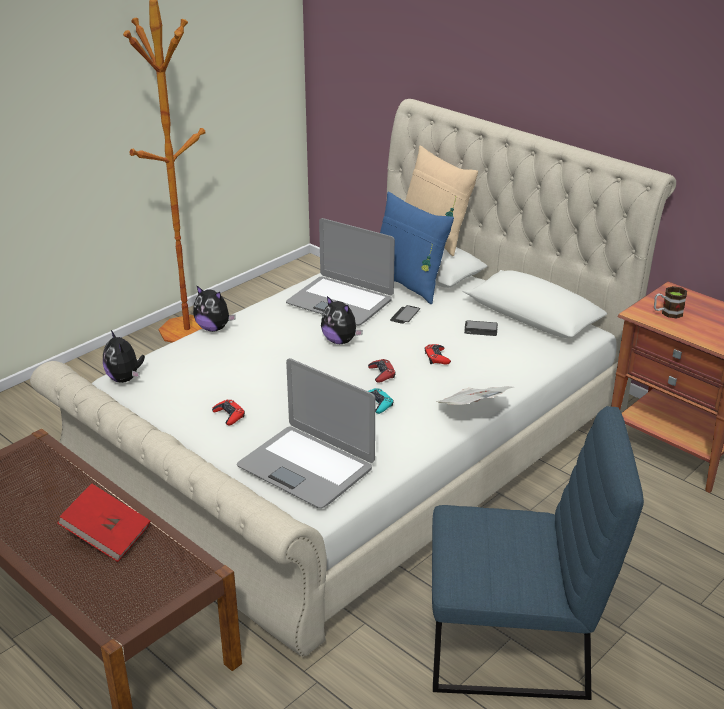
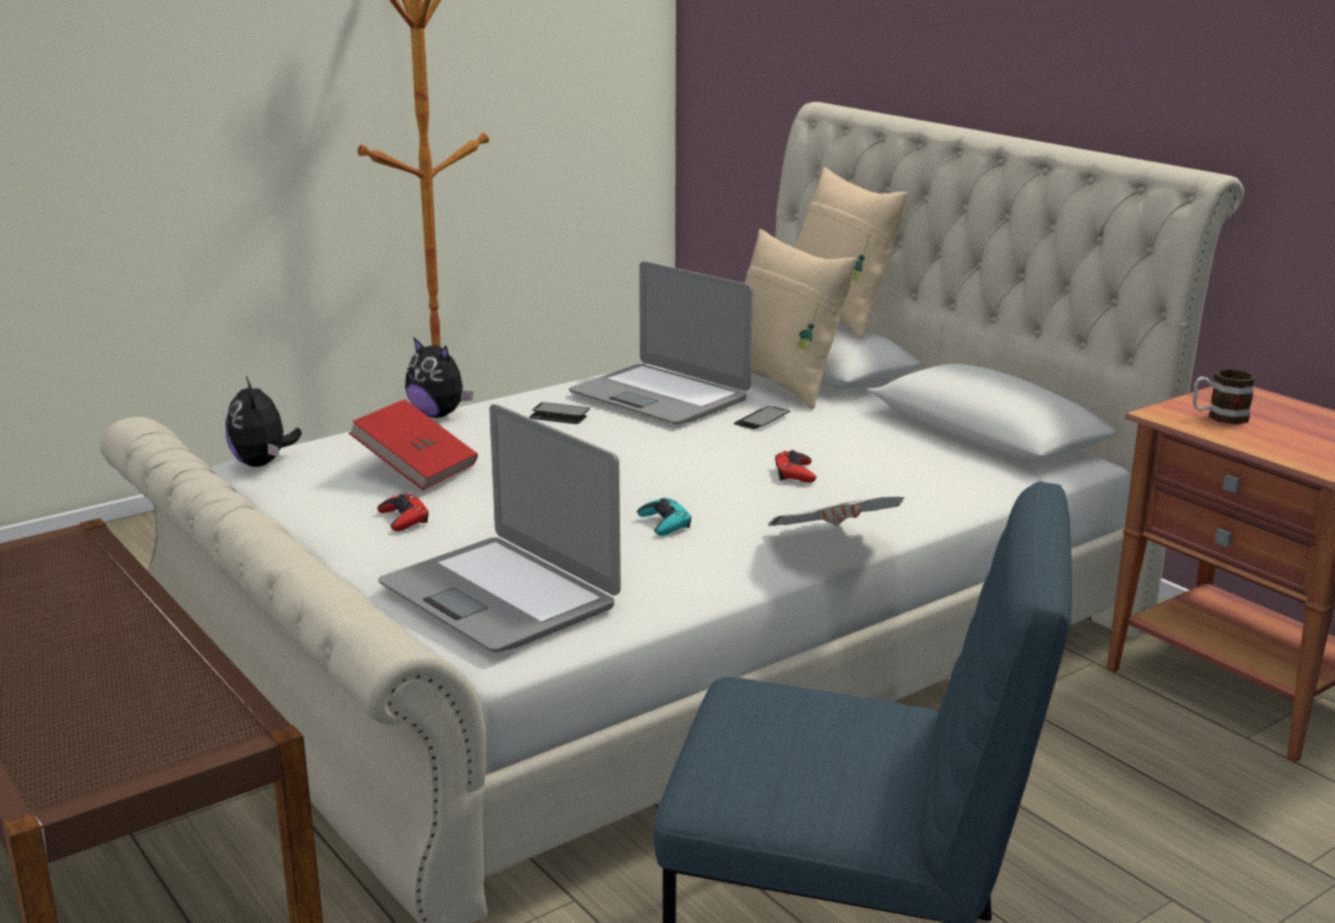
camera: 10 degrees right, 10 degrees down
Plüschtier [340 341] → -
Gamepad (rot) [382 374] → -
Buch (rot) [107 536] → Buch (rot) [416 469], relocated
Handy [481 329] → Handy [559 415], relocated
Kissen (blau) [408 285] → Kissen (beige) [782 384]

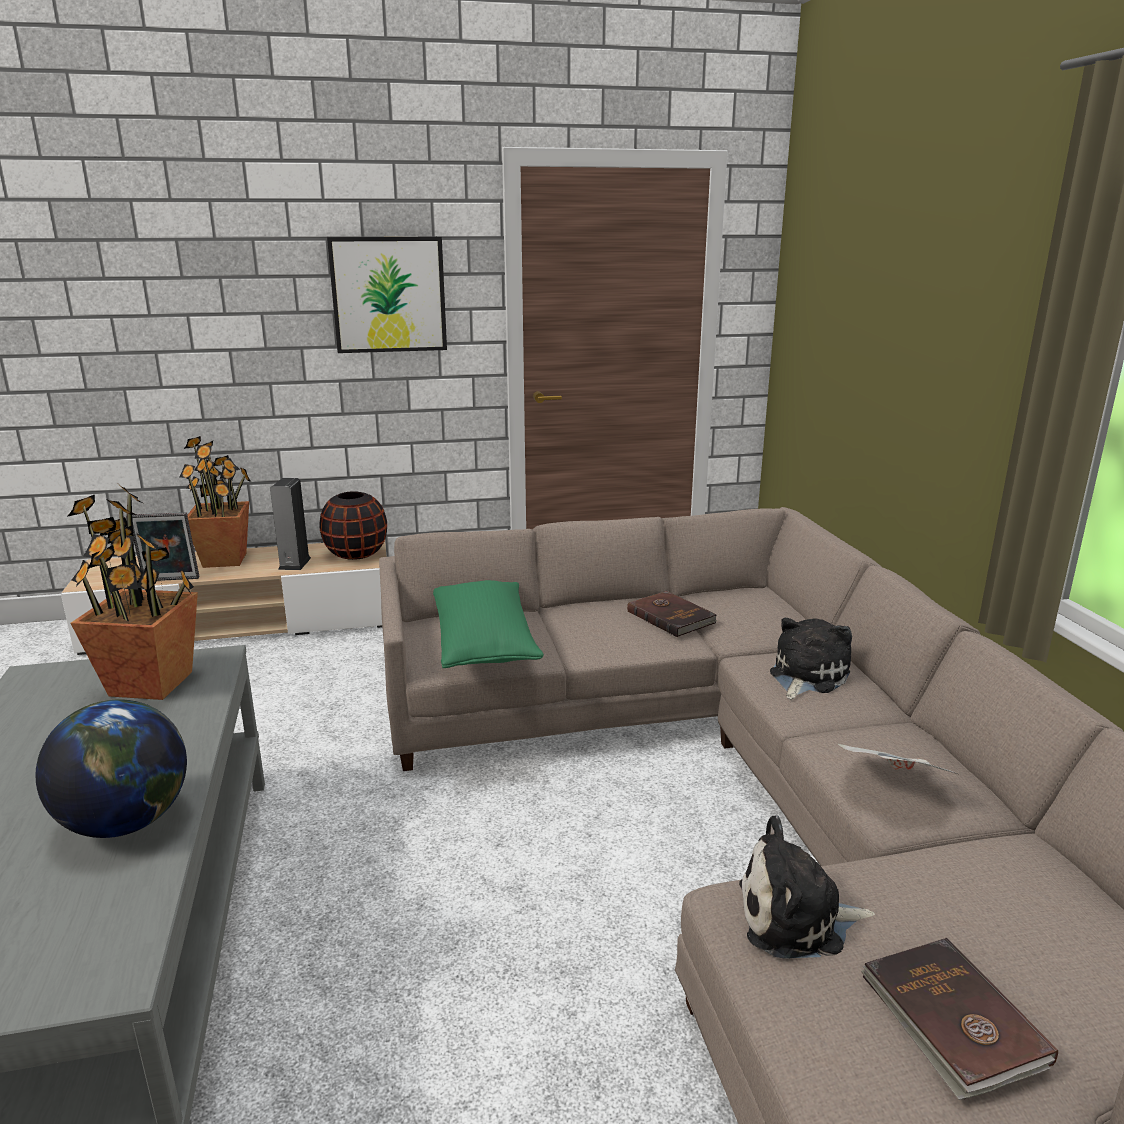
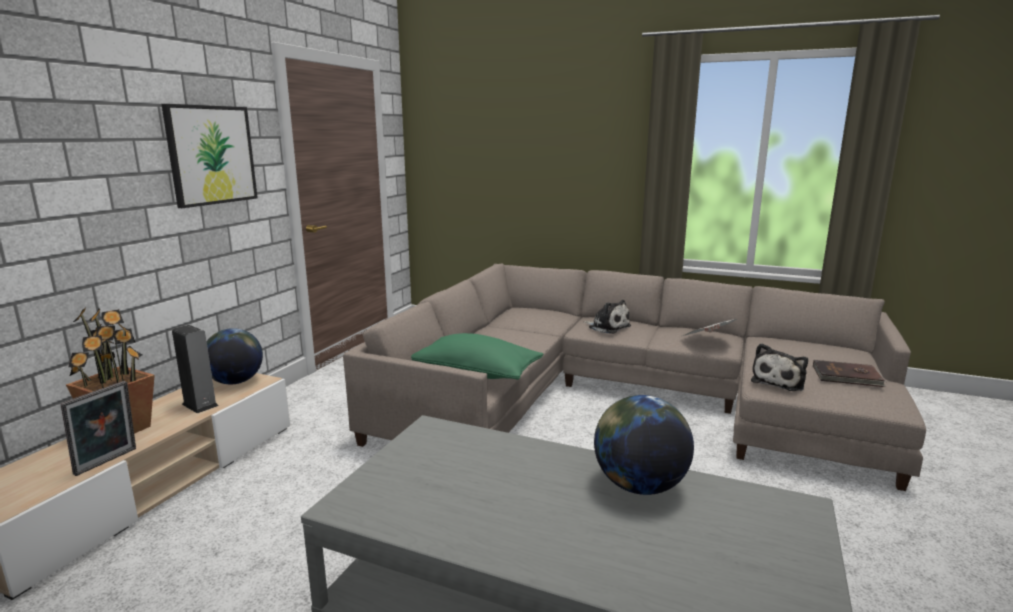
camera: 55 degrees left, 5 degrees down
Topfpflanze [151 684] → -
Buch (braun) [671 616] → -
Vase (schwarz) [356 554] → Globus [235 381]
Plüschtier [806 676] → Plüschtier [607 327], 150 degrees clockwise

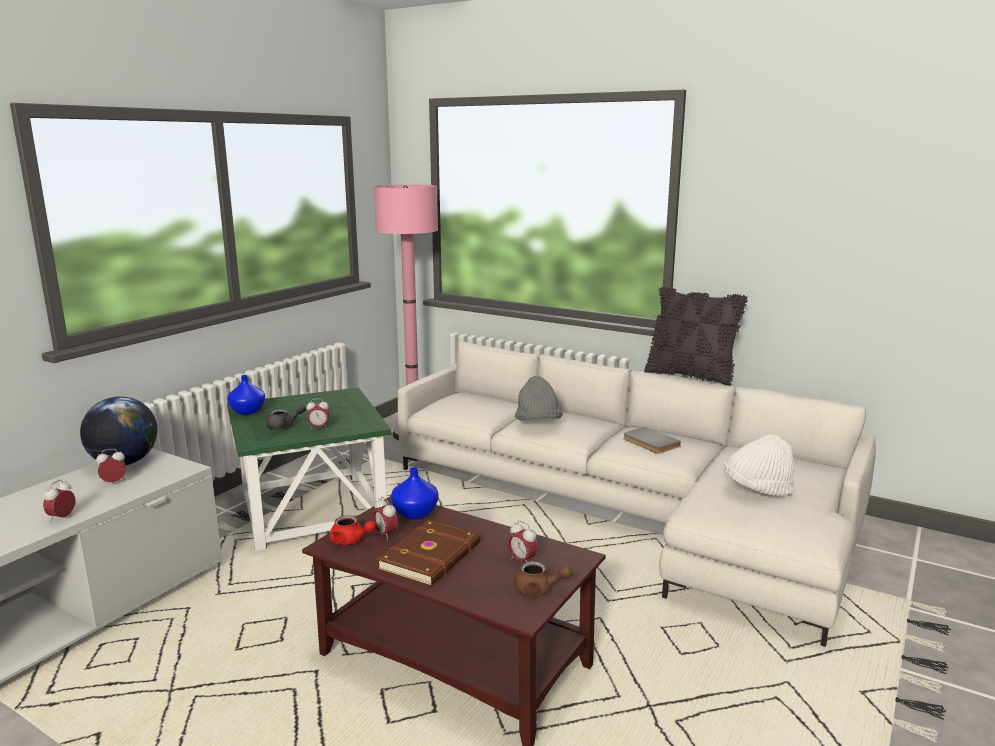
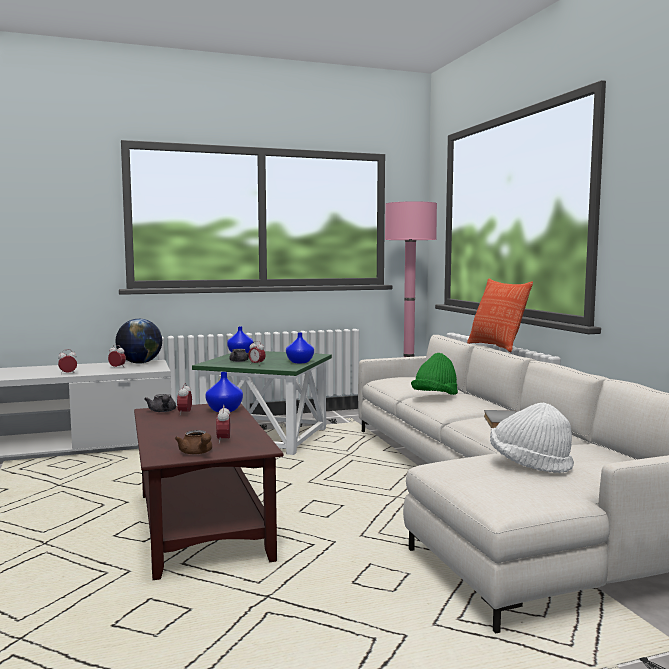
camera: 40 degrees right, 10 degrees down
Buch (braun) [432 556] → -
Kissen (schwarz) [691 376] → -
- → Vase (blau) [300 362]
- → Kissen (orange) [497 347]
Teekanne (rot) [351 541] → Teekanne (grau) [162 411]
Hut (grau) [537 423] → Hut (grün) [435 396]

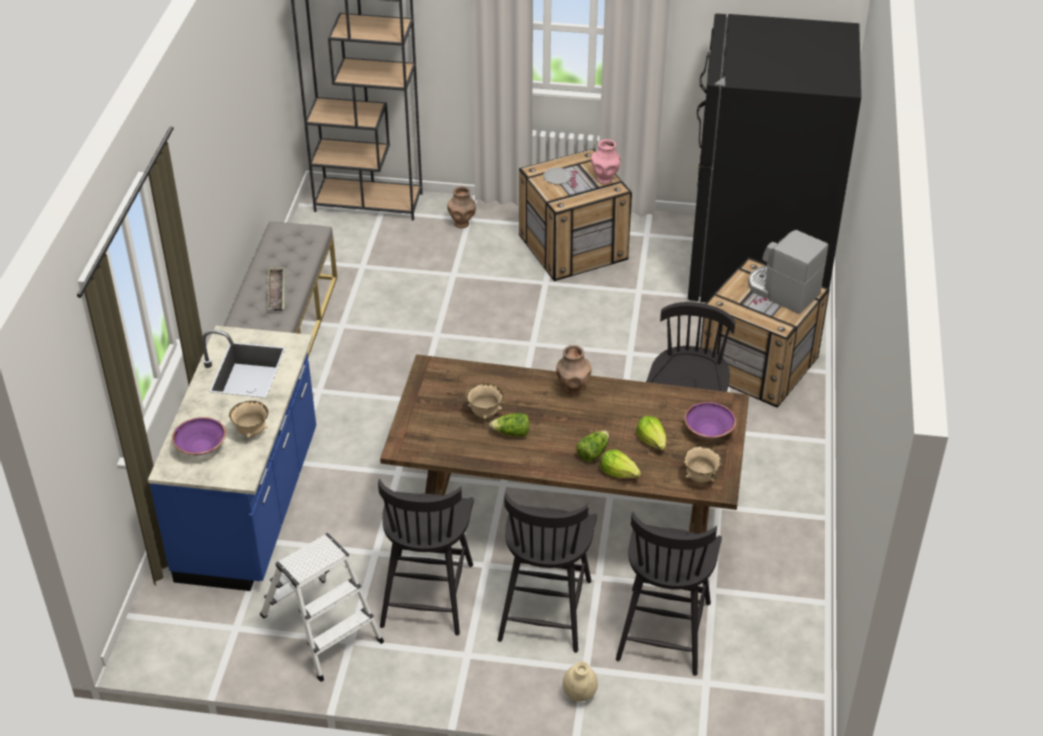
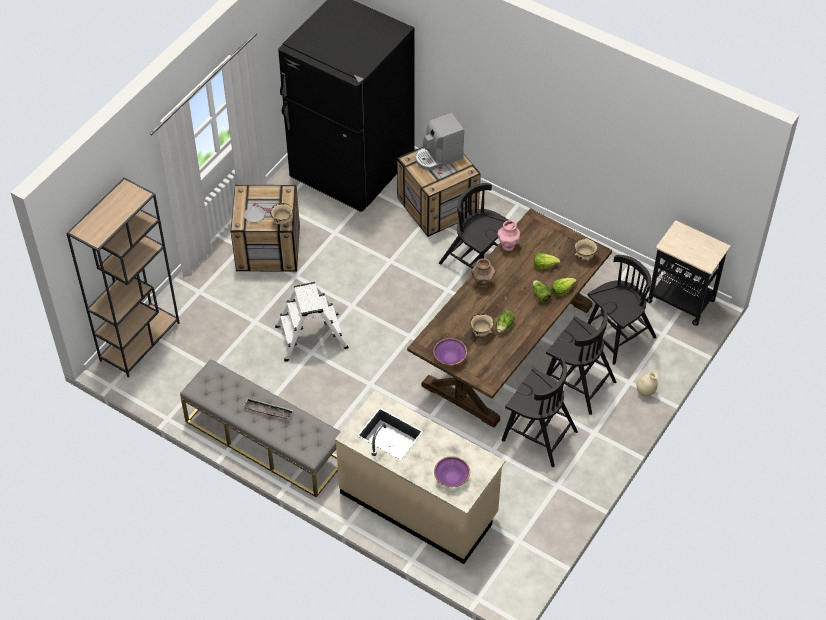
camera: 65 degrees left, 10 degrees up
Vase (braun) [462 223] → -
- → Rollwagen [681 301]
Schüssel (beige) [251 432] → Schüssel (beige) [282 221], relocated
Trittleiter (weiß) [321 628] → Trittleiter (weiß) [311 337], relocated
Vase (rosa) [605 179] → Vase (rosa) [508 246], relocated
Schüssel (lila) [708 430] → Schüssel (lila) [450 357], relocated
Küchenzeile (blau) [251 507] → Küchenzeile (beige) [419 504]
Stuhl (schwarz) [664 628] → Stuhl (schwarz) [618 336], 75 degrees counterclockwise

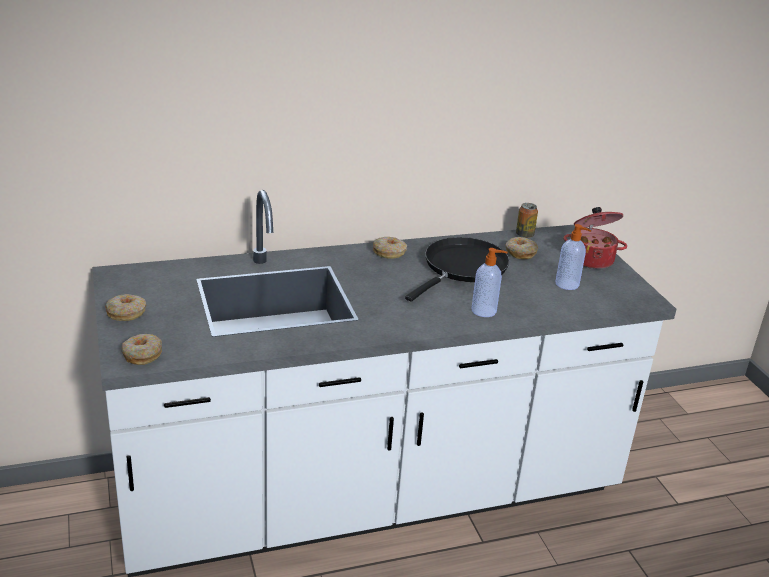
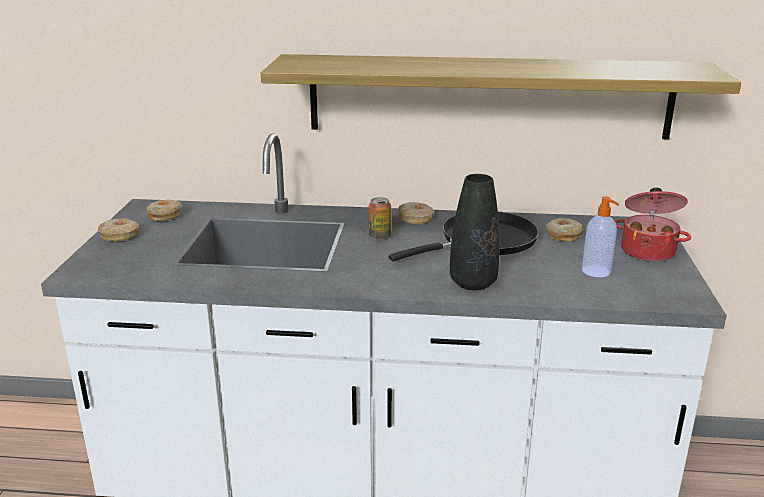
camera: 25 degrees right, 5 degrees down
- → Wandregal [488 96]
Donut [142 354] → Donut [165 215], relocated
Dose [524 235] → Dose [380 236], relocated
Seifenspender [485 311] → Vase (schwarz) [473 283]

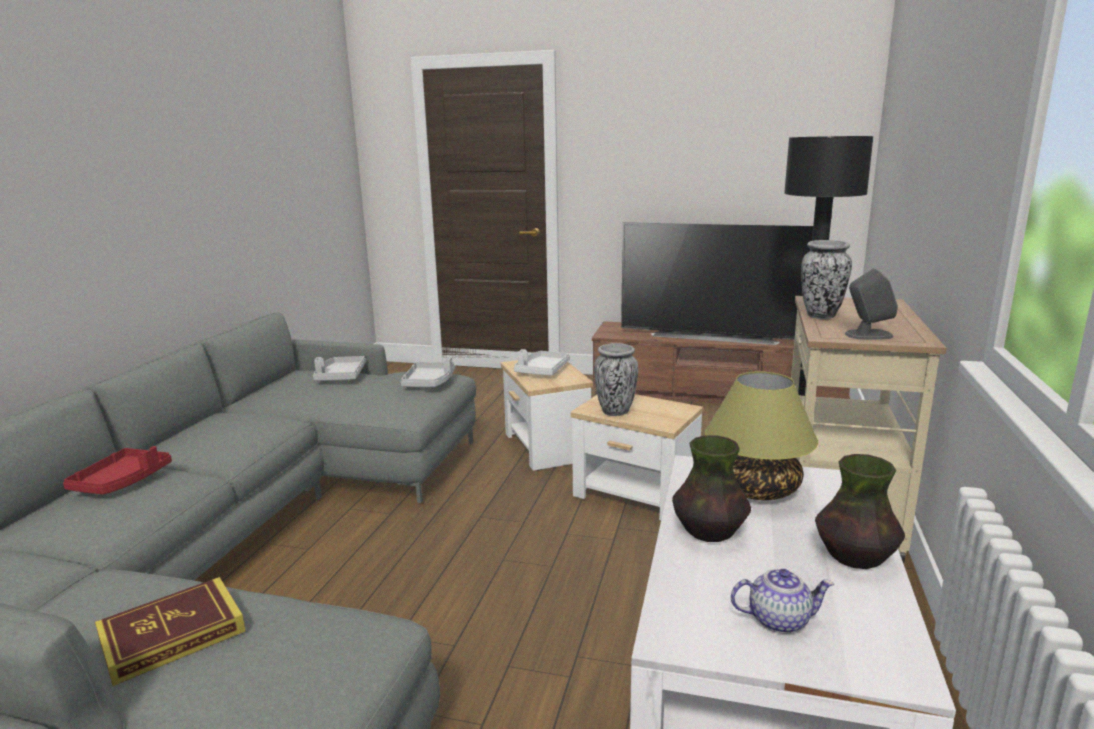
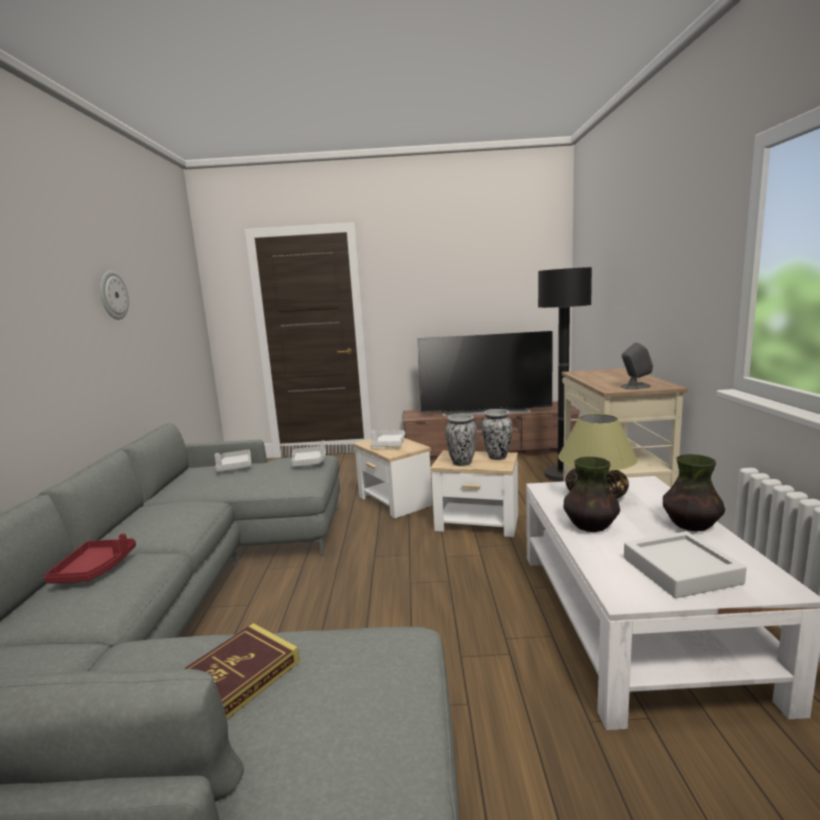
camera: 15 degrees left, 5 degrees down
- → Wanduhr [113 295]
Vase [821 315] → Vase [497 457], relocated
Teekanne [779 619] → Tablett (grau) [680 570]

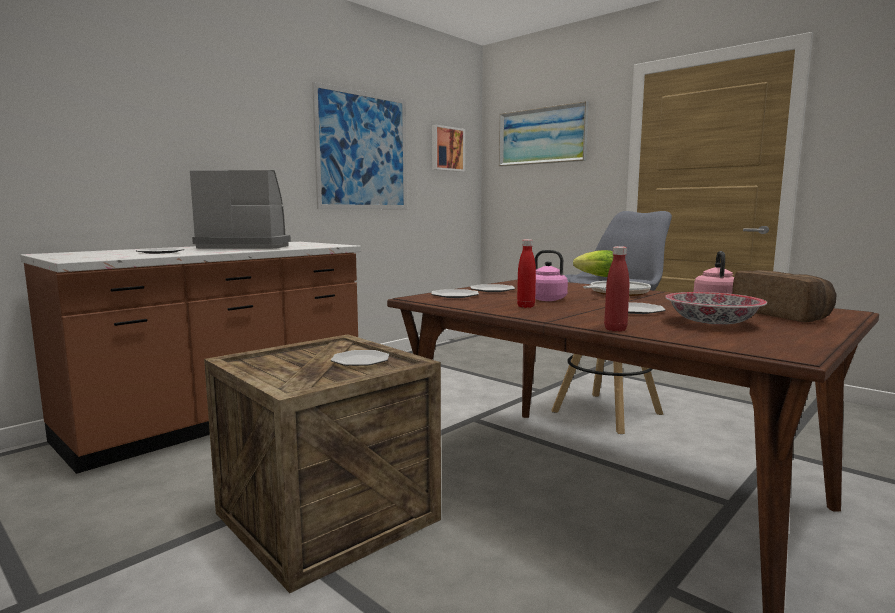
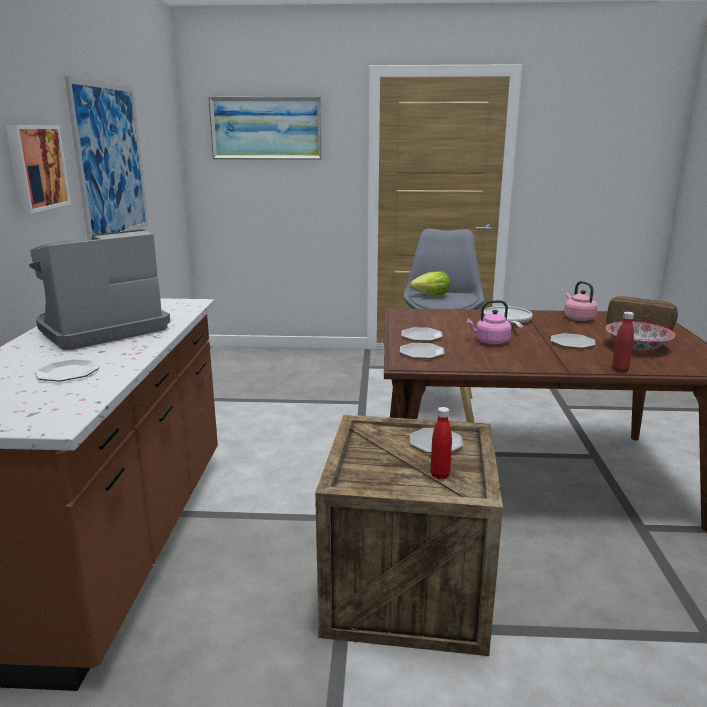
camera: 40 degrees left, 10 degrees up
Bild [446 149] → Bild [36 167], relocated
Flasche (rot) [526 306] → Flasche (rot) [440 475], relocated

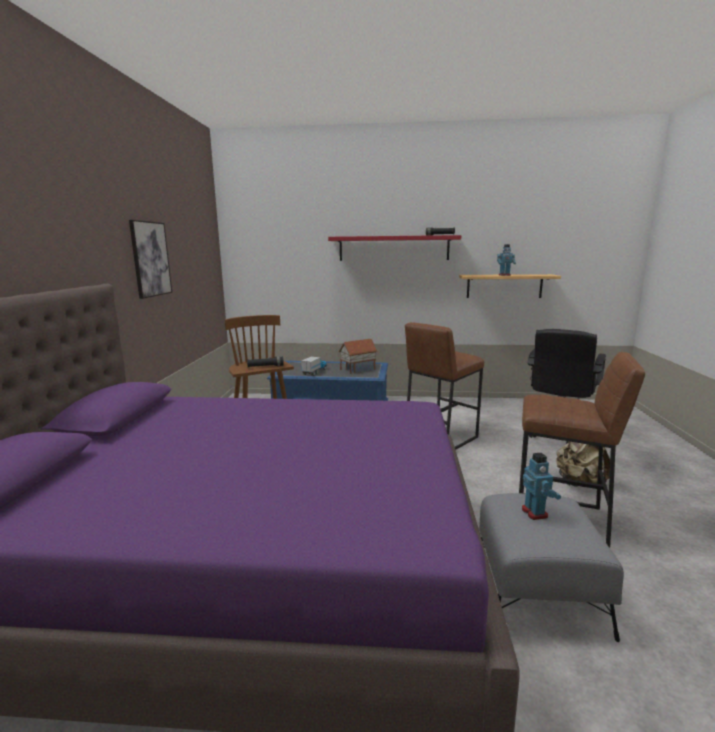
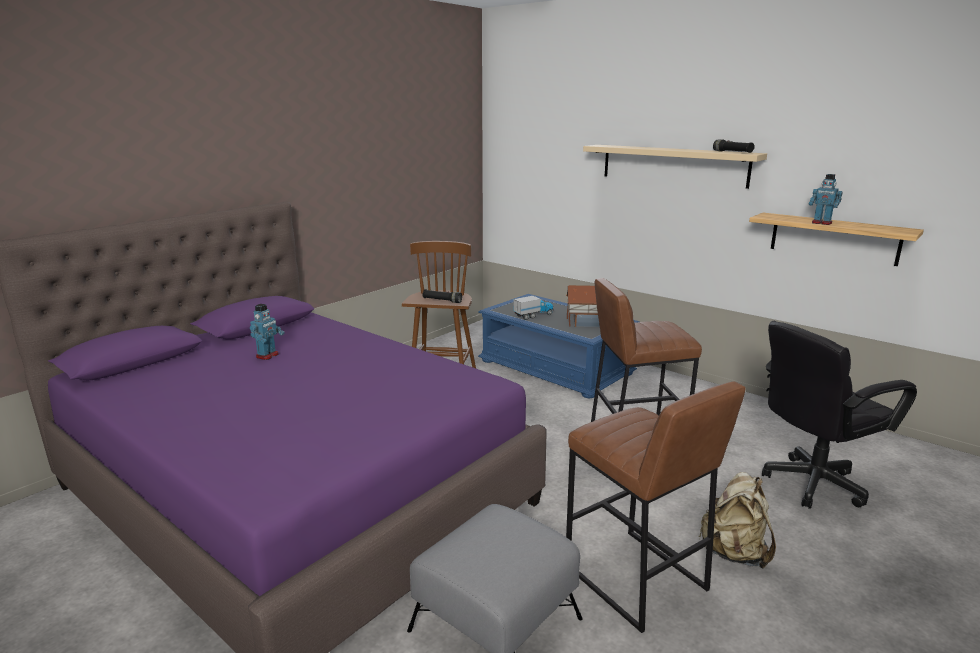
camera: 35 degrees right, 5 degrees up
Bild [150 259] → -
Spielzeugroboter [535 512] → Spielzeugroboter [268 356], relocated
Wandregal (rot) [394 248] → Wandregal (beige) [673 165]

